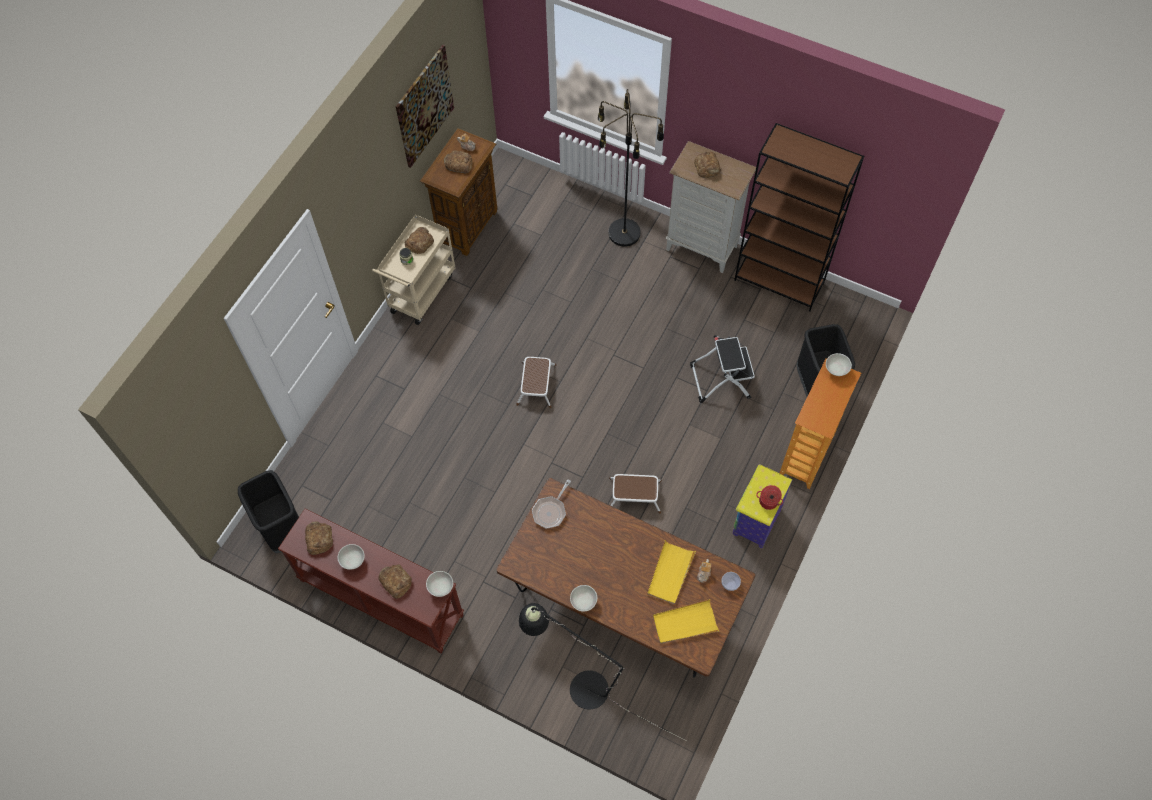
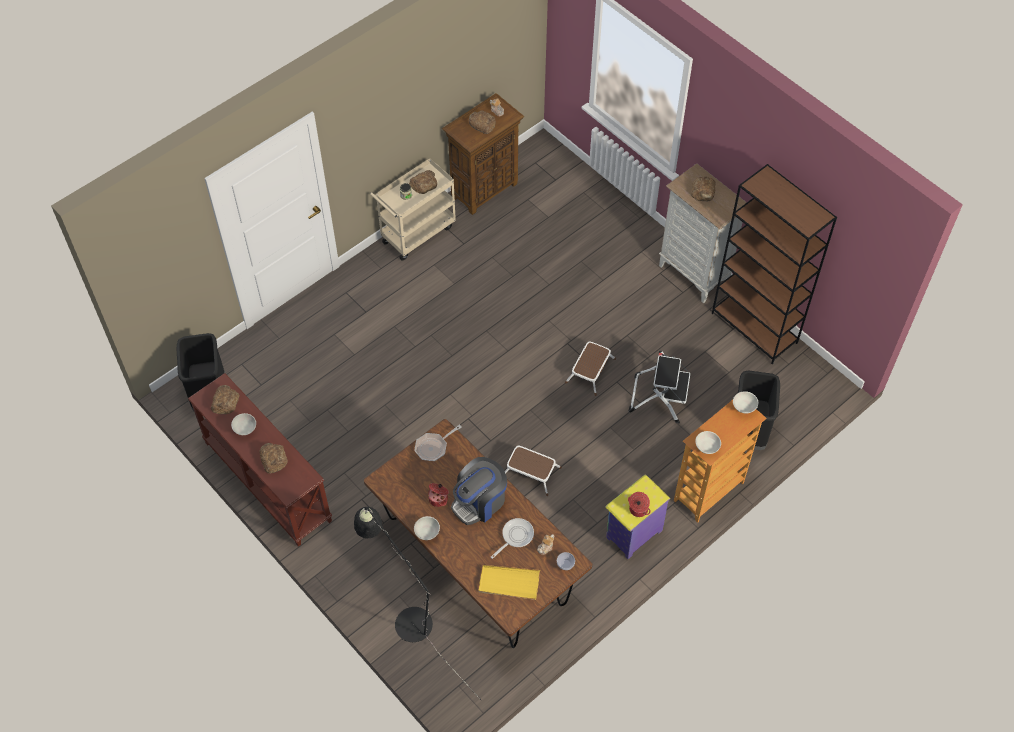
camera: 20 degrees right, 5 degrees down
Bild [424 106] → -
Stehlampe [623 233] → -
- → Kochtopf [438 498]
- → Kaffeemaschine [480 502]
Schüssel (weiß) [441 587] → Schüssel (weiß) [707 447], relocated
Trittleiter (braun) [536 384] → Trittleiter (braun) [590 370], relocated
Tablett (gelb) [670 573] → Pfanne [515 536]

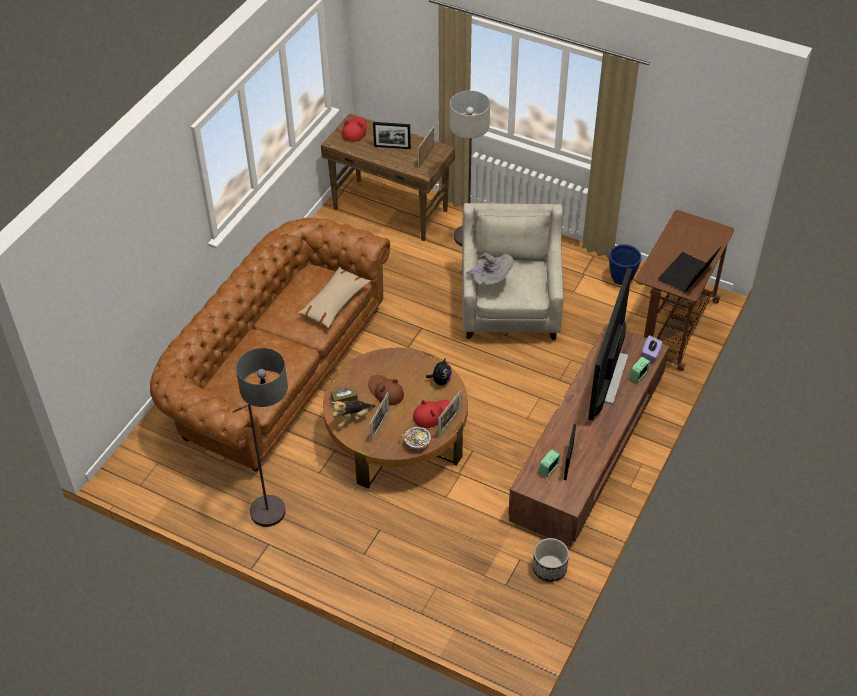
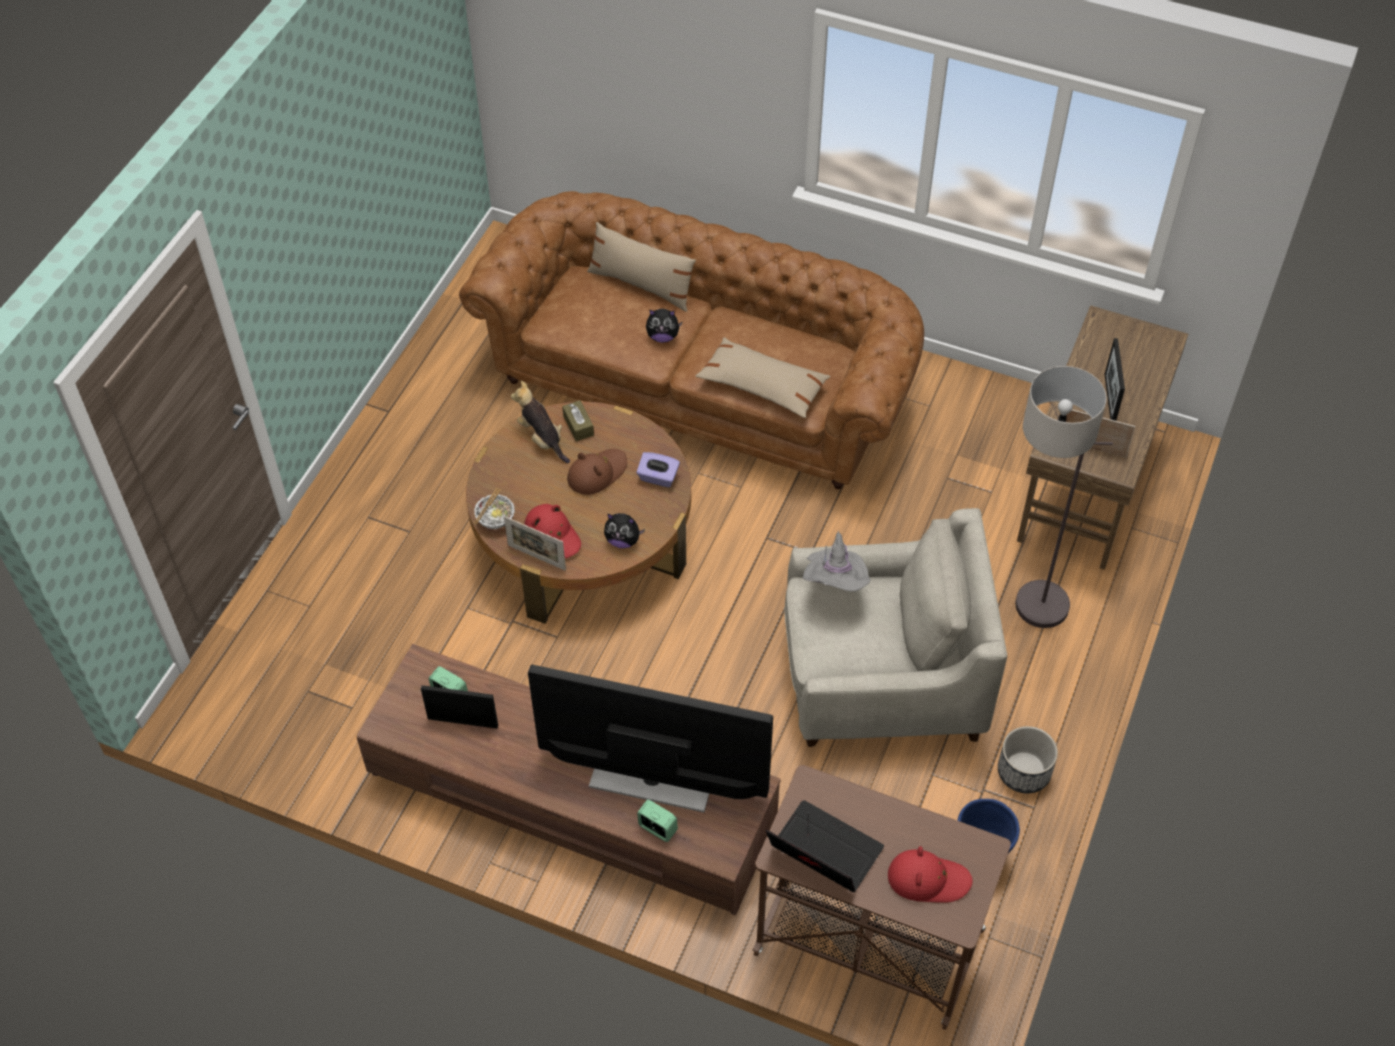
camera: 85 degrees right, 5 degrees up
Stehlampe (grau) [277 507] → -
Bilderrahmen [380 426] → -
- → Kissen (beige) [641 285]
- → Plüschtier [663 336]
Hut (rot) [354 131] → Hut (rot) [928 879], relocated
Pflanzkübel [549 568] → Pflanzkübel [1024 772], relocated
Taschentuchbox (lila) [650 354] → Taschentuchbox (lila) [658 478], relocated

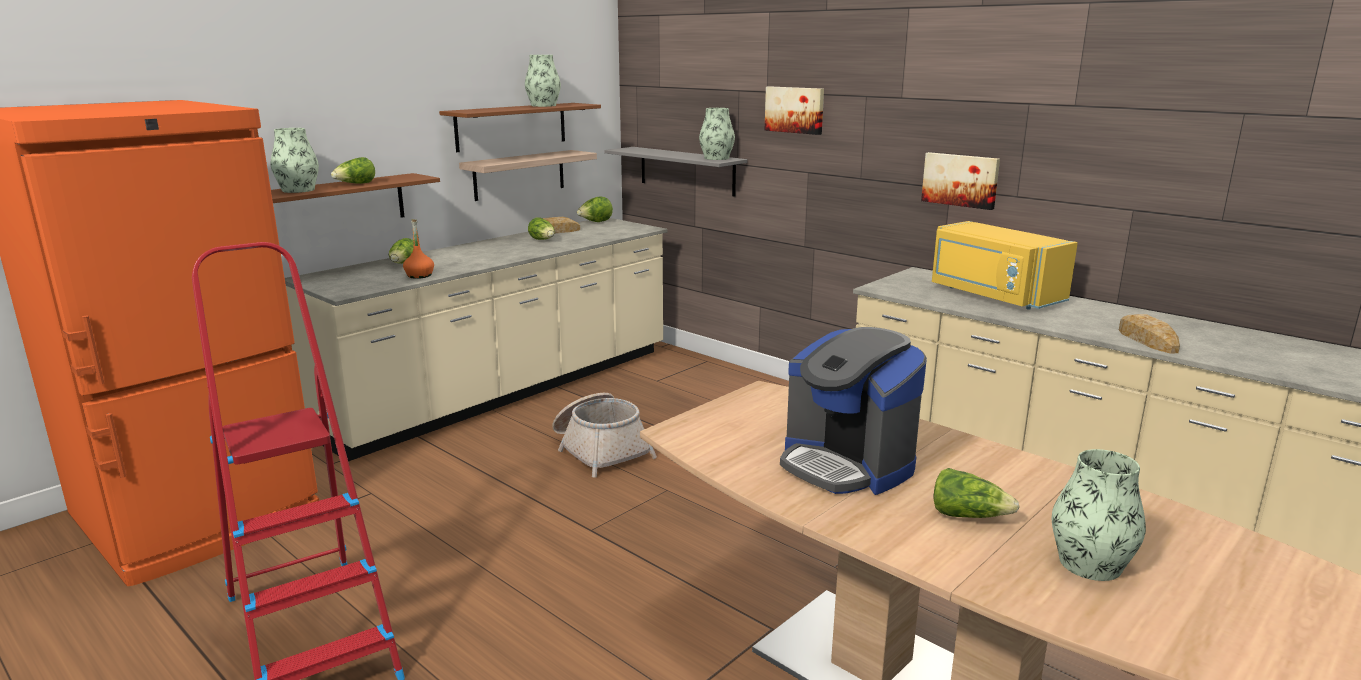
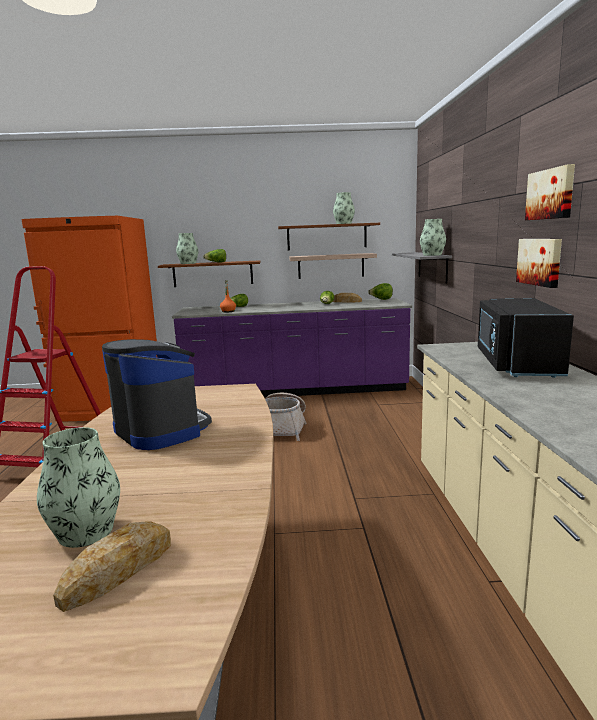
camera: 45 degrees right, 5 degrees down
Salatkopf [968 516] → -
Bild [795 110] → Bild [551 194], relocated
Brot [1146 340] → Brot [118 570], relocated
Küchenzeile (beige) [506 391] → Küchenzeile (lila) [295 390]
Mikrowelle (gelb) [992 295] → Mikrowelle (schwarz) [515 364]
Kaffeemaschine [846 464] → Kaffeemaschine [161 430], 135 degrees clockwise

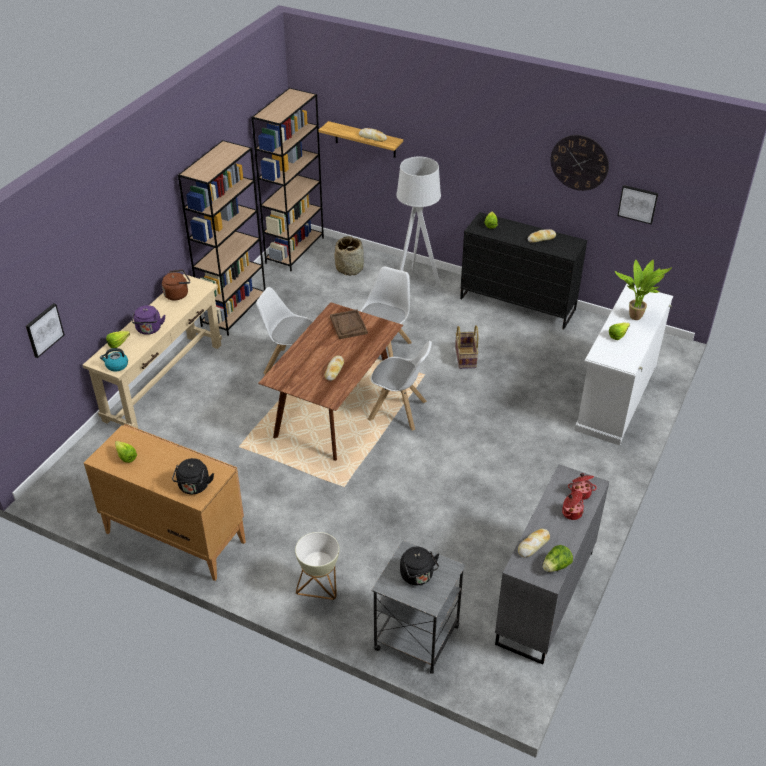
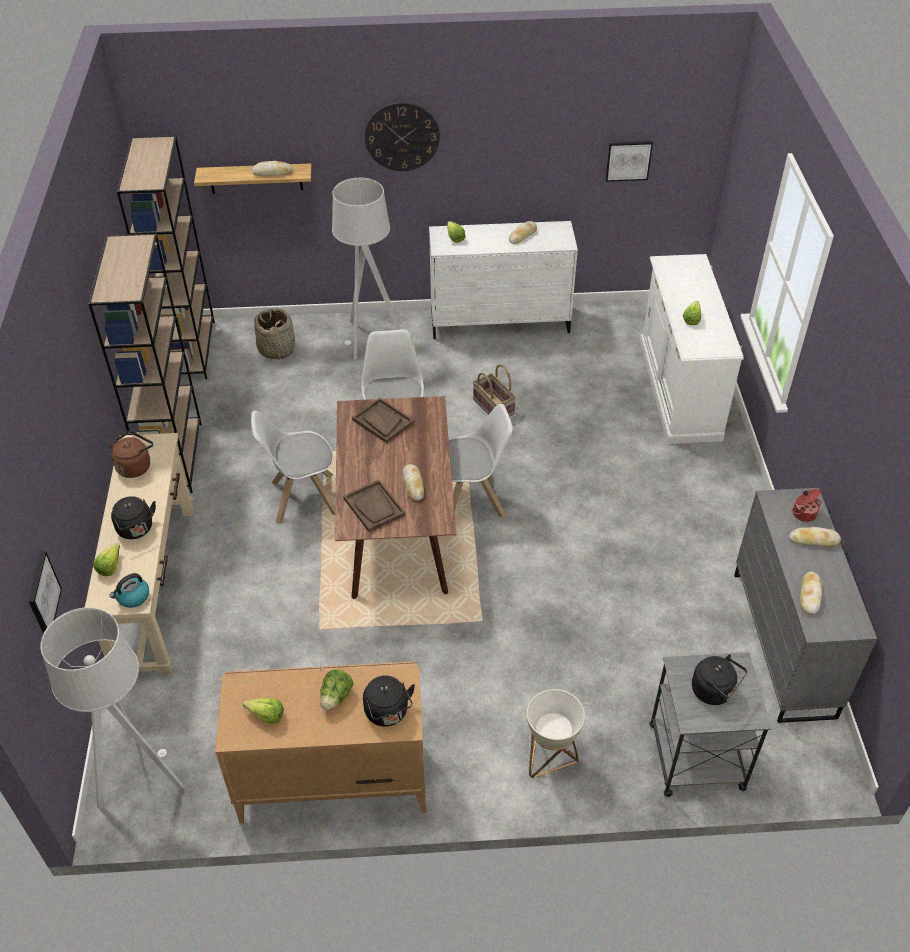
camera: 30 degrees left, 5 degrees up
Topfpflanze [636 316] → -
- → Stehlampe (grau) [139 777]
- → Tablett (braun) [374 507]
Salatkopf [556 566] → Salatkopf [336 697], relocated
Wanduhr [579 162] → Wanduhr [402 136], relocated
Kochtopf [571 512] → Brot [813 540]
Wasserkessel (lila) [149 330] → Wasserkessel (schwarz) [136 530]
Kommode (schwarz) [518 303] → Kommode (weiß) [500 321]

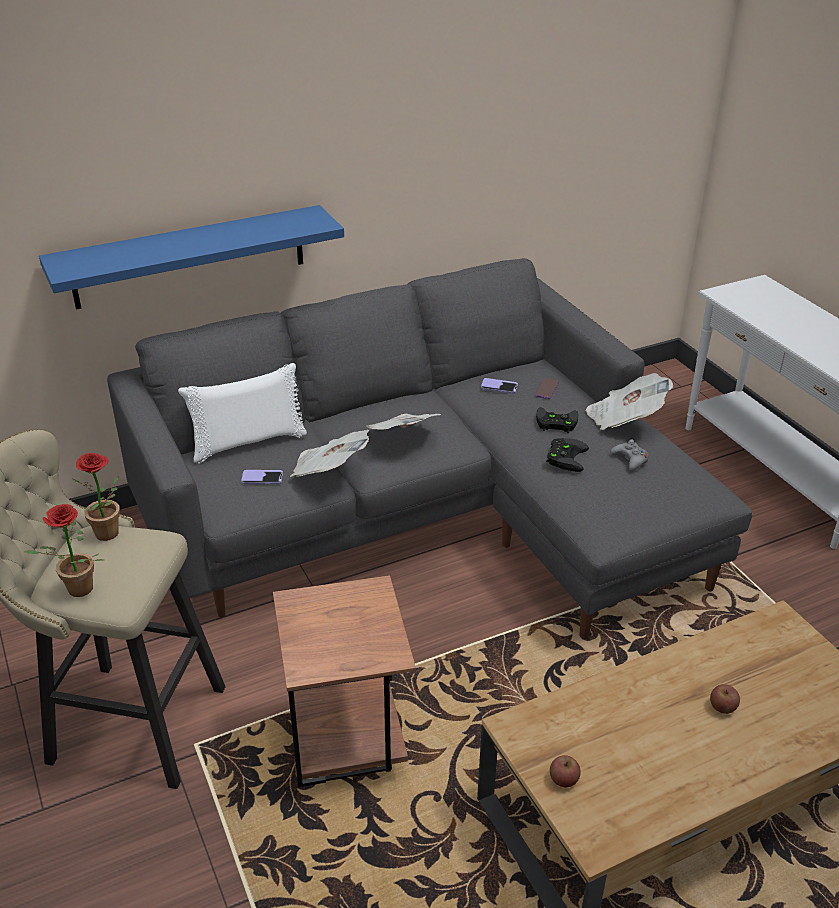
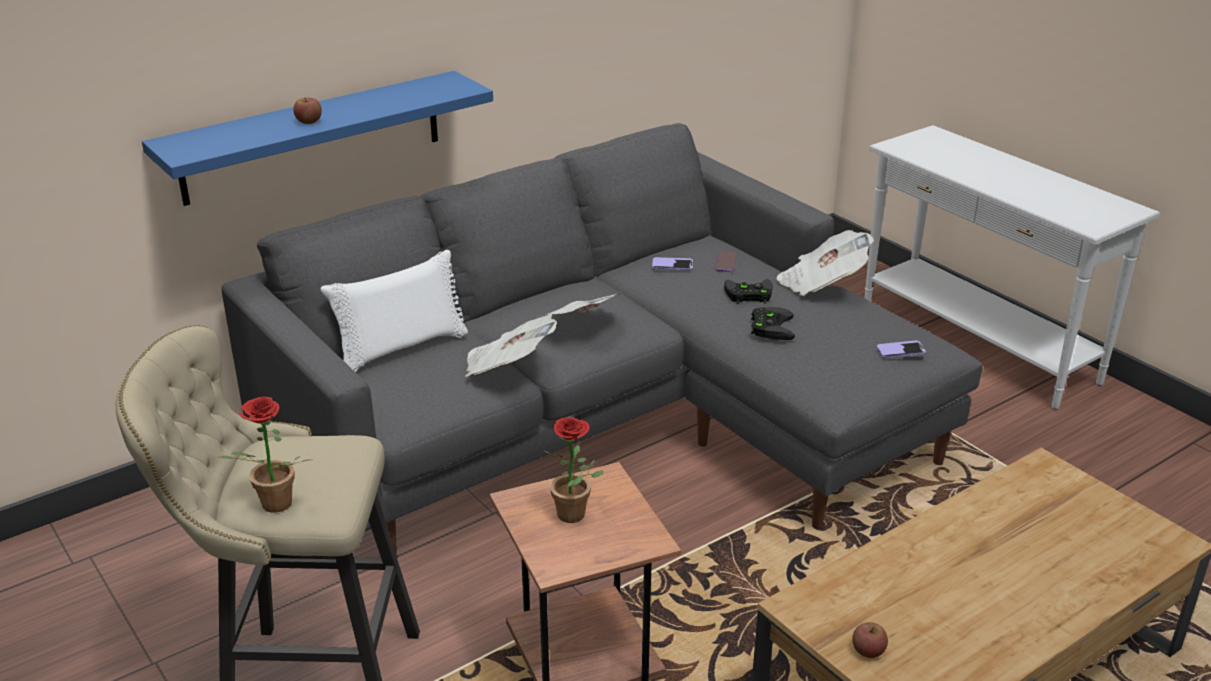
camera: 10 degrees left, 5 degrees down
Gamepad (grau) [630 460] → -
Topfpflanze [110 535] → Topfpflanze [576 516], relocated
Handy [262 478] → Handy [900 351], relocated
Apfel [722 707] → Apfel [309 121], relocated

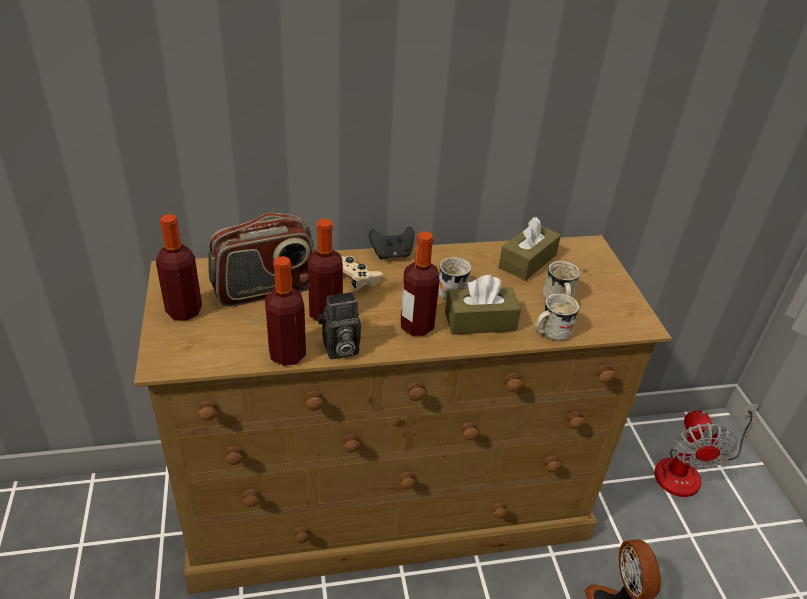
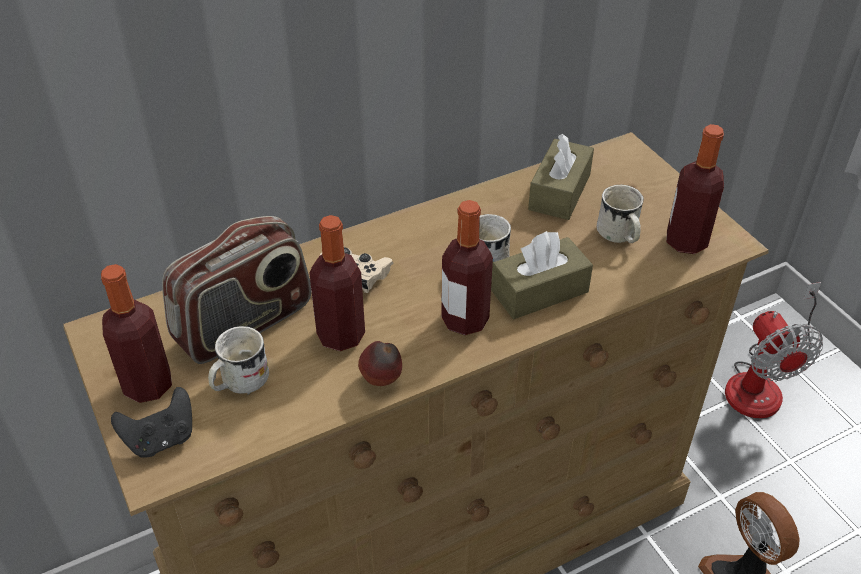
camera: 15 degrees left, 5 degrees up
Flasche [287 354] → Flasche [686 241], relocated
Gamepad (schwarz) [392 254] → Gamepad (schwarz) [161 439], relocated
Henkelbecher (weiß) [550 332] → Henkelbecher (weiß) [239 382], relocated
Kamera [339 349] → Apfel [382 381]

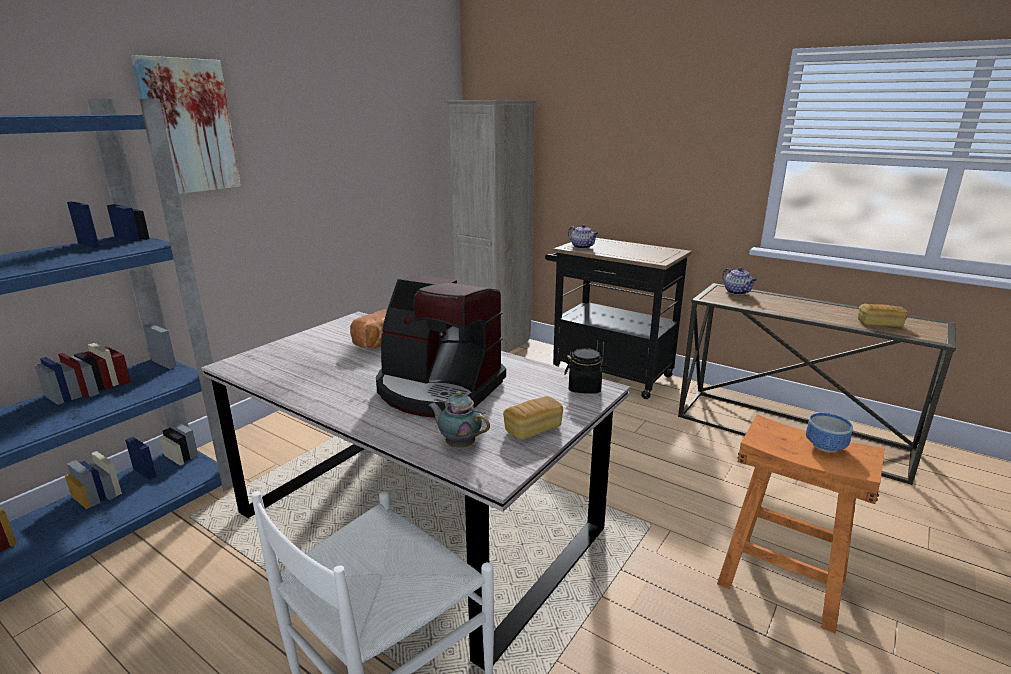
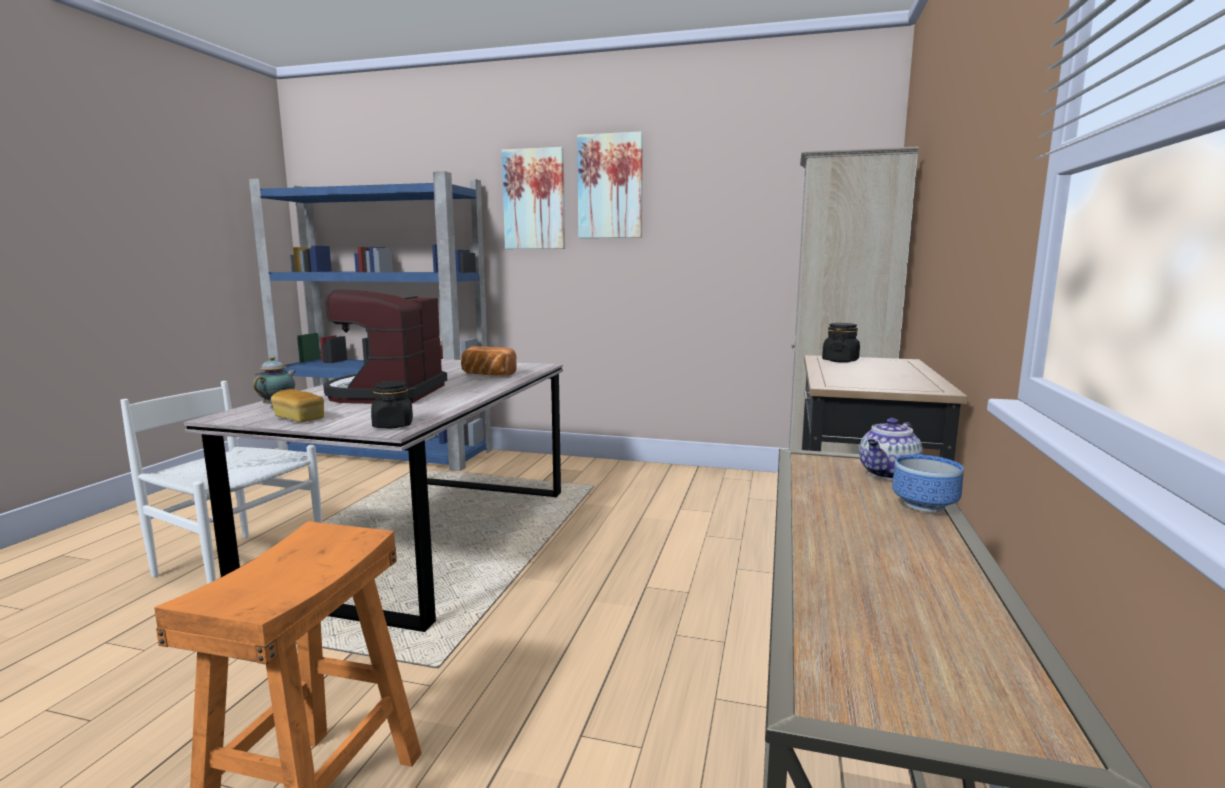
camera: 70 degrees right, 10 degrees down
Brot [879 324] → -
- → Bild [610 186]
Schüssel [825 446] → Schüssel [921 505], relocated
Teekanne [582 247] → Vorratsglas (schwarz) [840 361]

